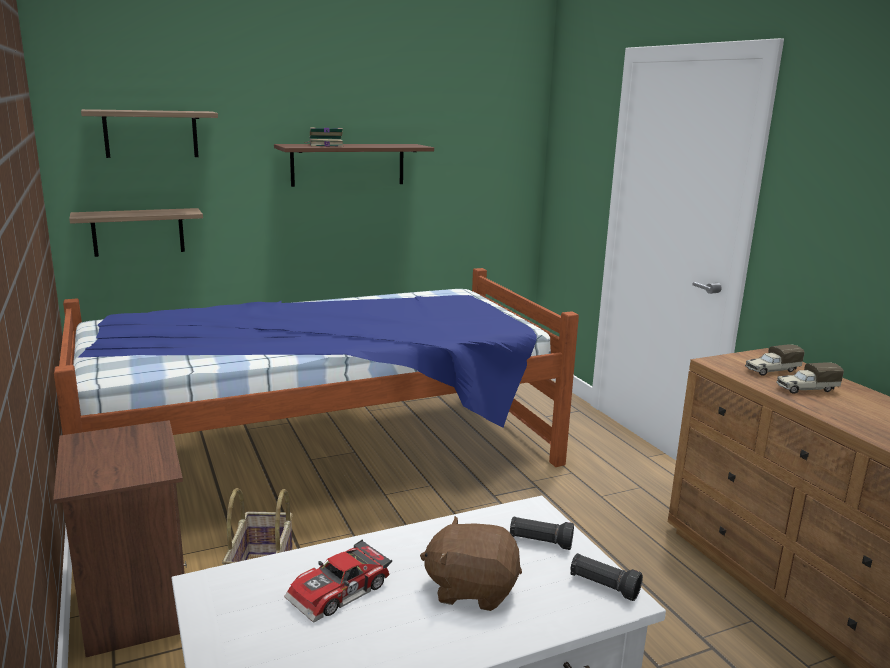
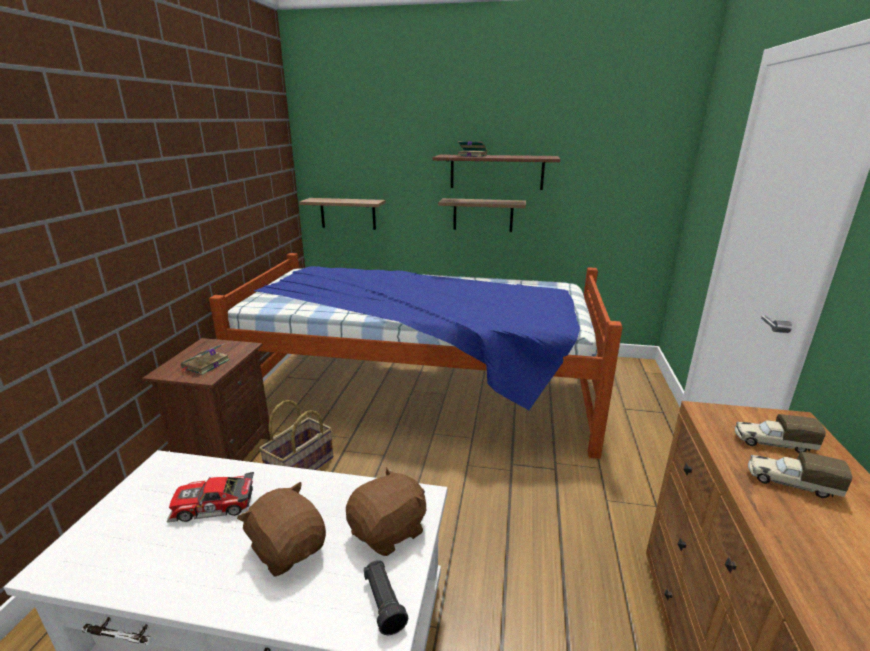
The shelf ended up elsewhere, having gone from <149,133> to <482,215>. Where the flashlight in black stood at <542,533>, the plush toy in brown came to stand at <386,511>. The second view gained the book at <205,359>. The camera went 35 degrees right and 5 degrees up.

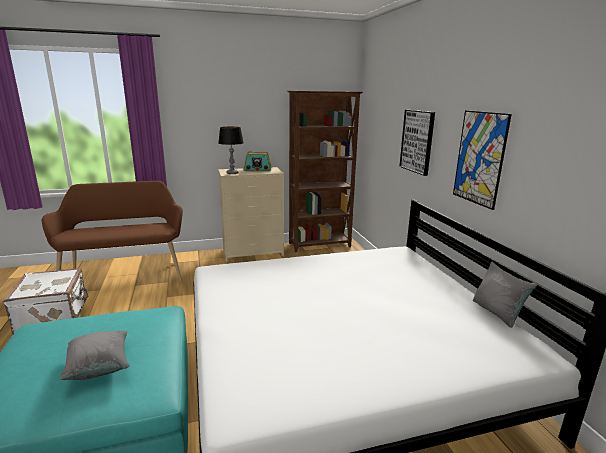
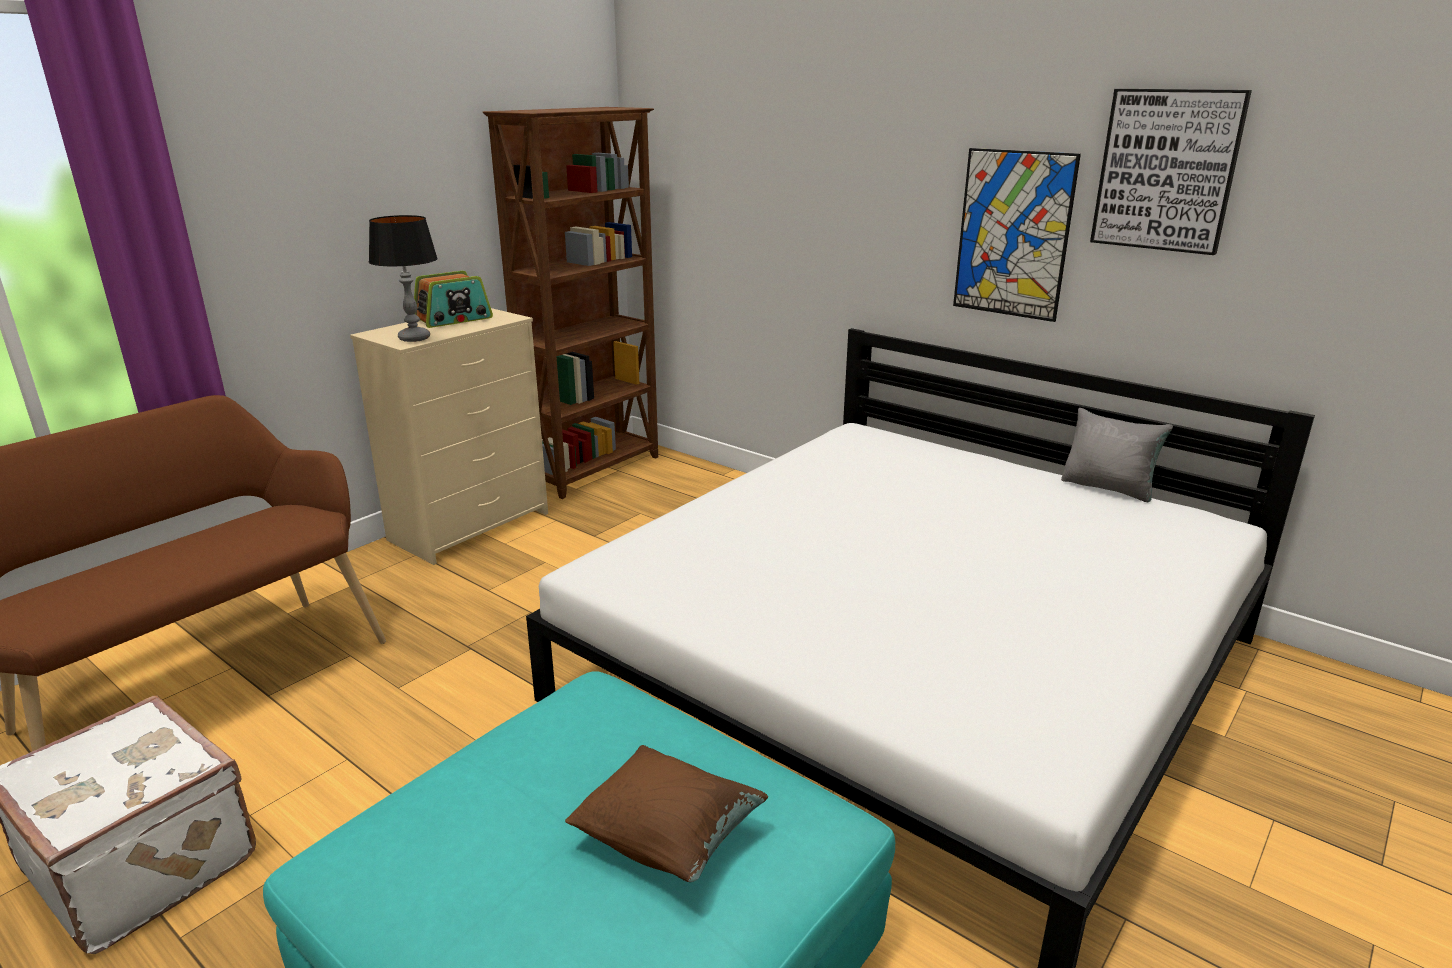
The picture ended up elsewhere, having gone from <417,143> to <1171,172>. What was the pillow in grey at <94,355> turned into the pillow in brown at <666,813>. The camera went 35 degrees left and 5 degrees up.

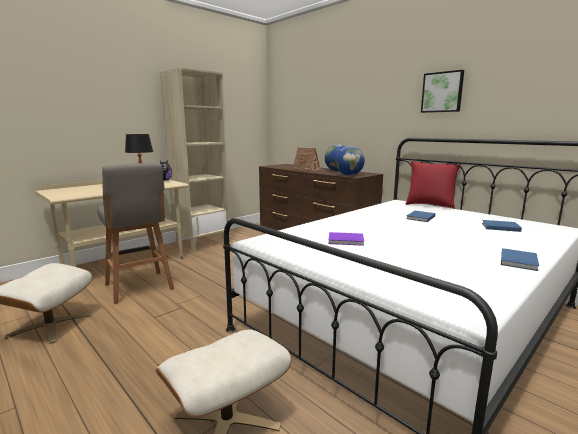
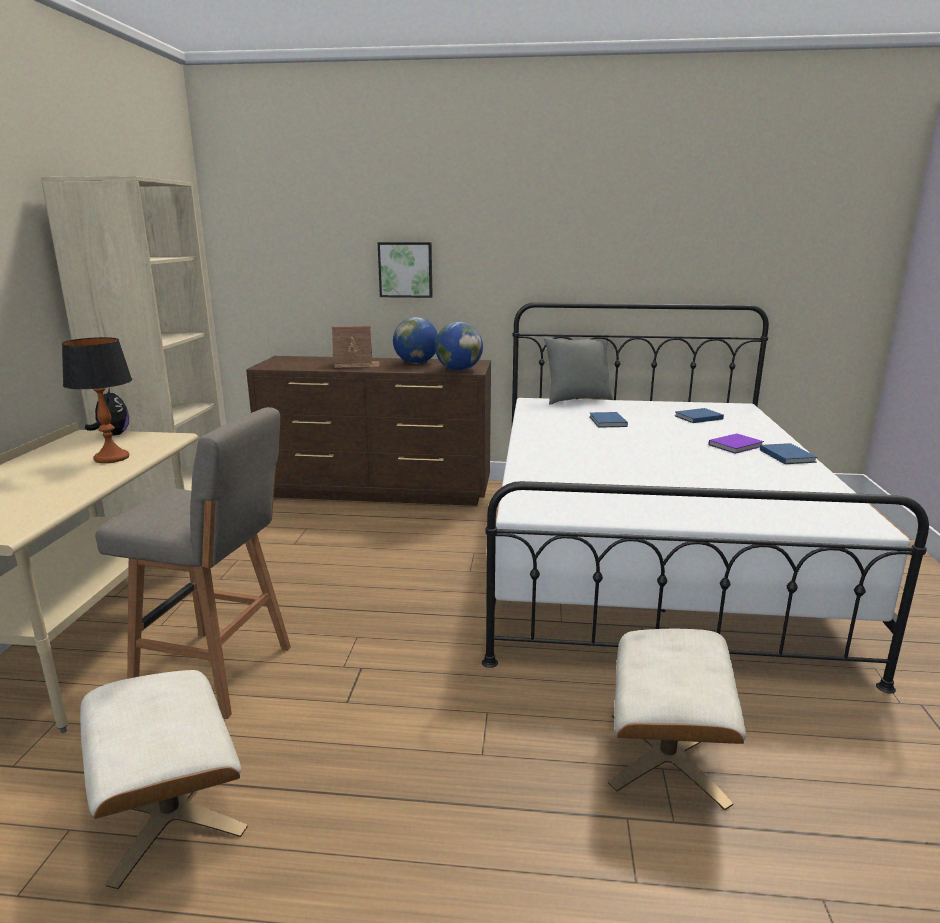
The picture ended up elsewhere, having gone from <442,91> to <405,270>. What was the pillow in red at <433,185> turned into the pillow in grey at <578,370>. The book in purple ended up elsewhere, having gone from <346,239> to <736,443>. The camera went 40 degrees left and 5 degrees up.

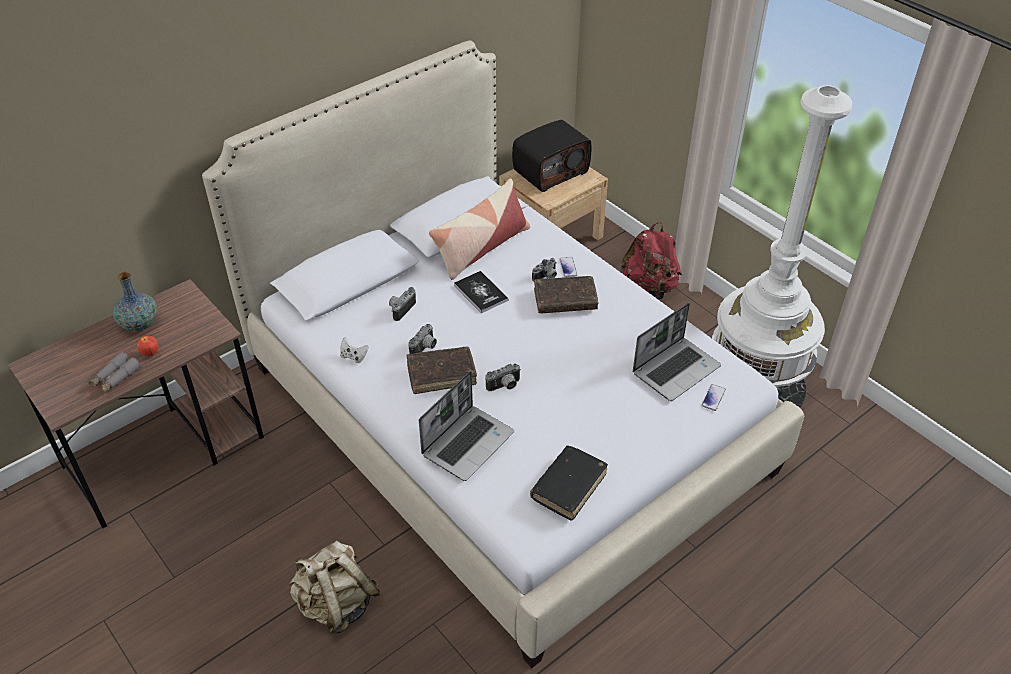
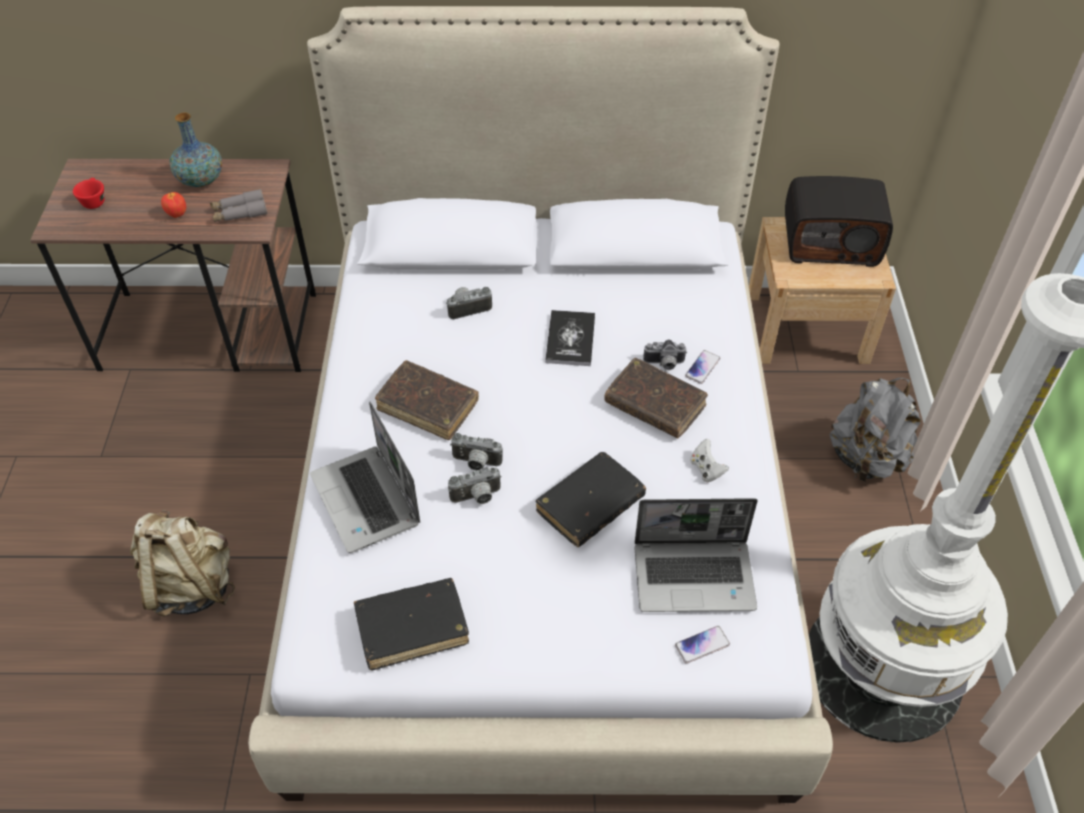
The second view lost the pillow at <479,229>. What was the backpack in red at <650,260> turned into the backpack in grey at <875,430>. The photo camera ended up elsewhere, having gone from <422,339> to <475,485>. The game controller in white ended up elsewhere, having gone from <354,350> to <709,461>. The binoculars in grey ended up elsewhere, having gone from <114,372> to <238,205>. The laptop at <466,426> ended up facing another way, 75 degrees clockwise from before. The second view gained the cup in red at <89,193>. The second view gained the book in black at <591,499>. The camera went 40 degrees right and 5 degrees up.

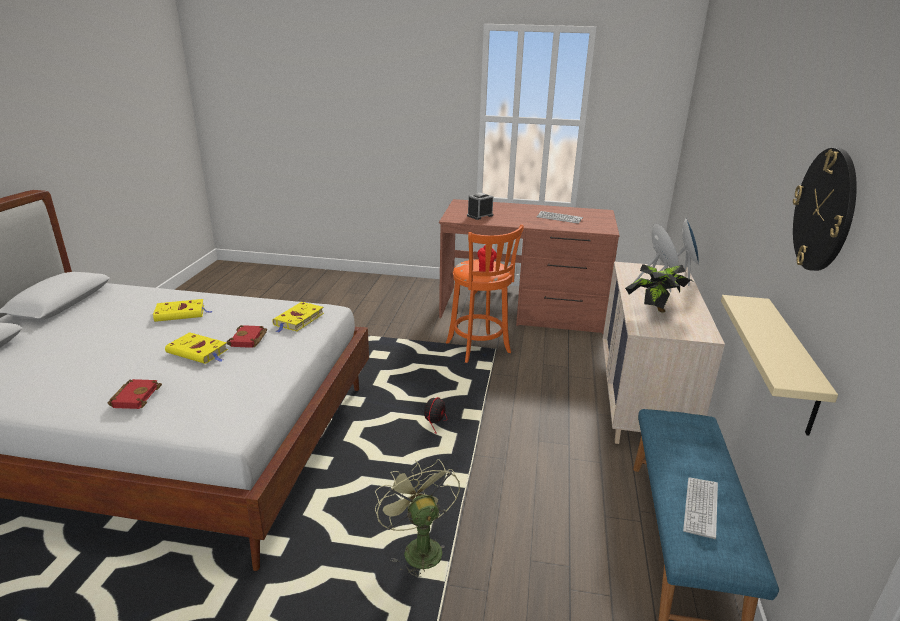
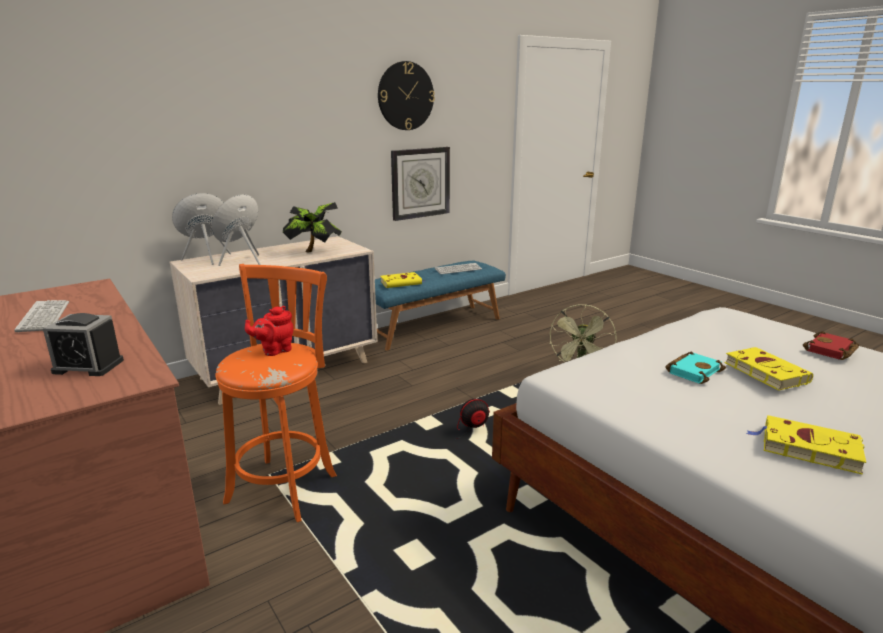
Where the shelf in beige hung at <779,365>, the wall clock came to hang at <420,184>. The book in yellow ended up elsewhere, having gone from <298,317> to <403,280>. What was the book in red at <247,336> turned into the book in turquoise at <695,368>. The camera went 135 degrees left and 5 degrees down.

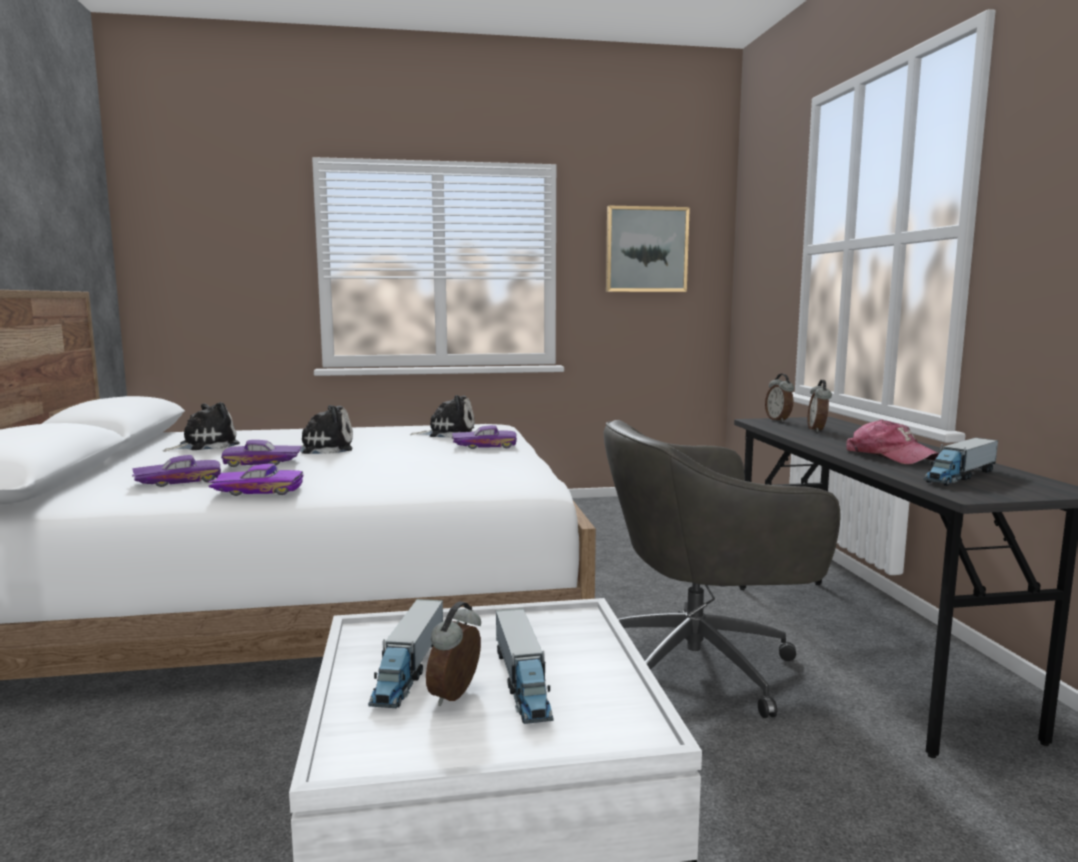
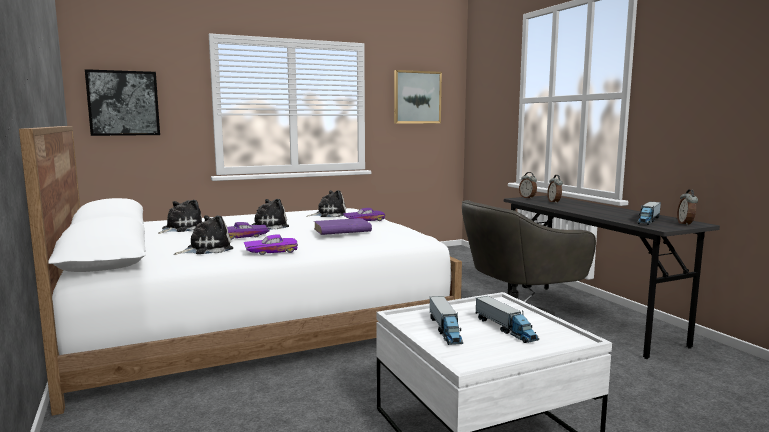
The second view lost the cap at <892,442>. Where the toy car in purple stood at <176,471>, the plush toy came to stand at <203,235>. The alarm clock ended up elsewhere, having gone from <453,653> to <687,207>. The second view gained the picture at <122,102>. The second view gained the book in purple at <343,226>. The camera went 15 degrees left and 0 degrees up.

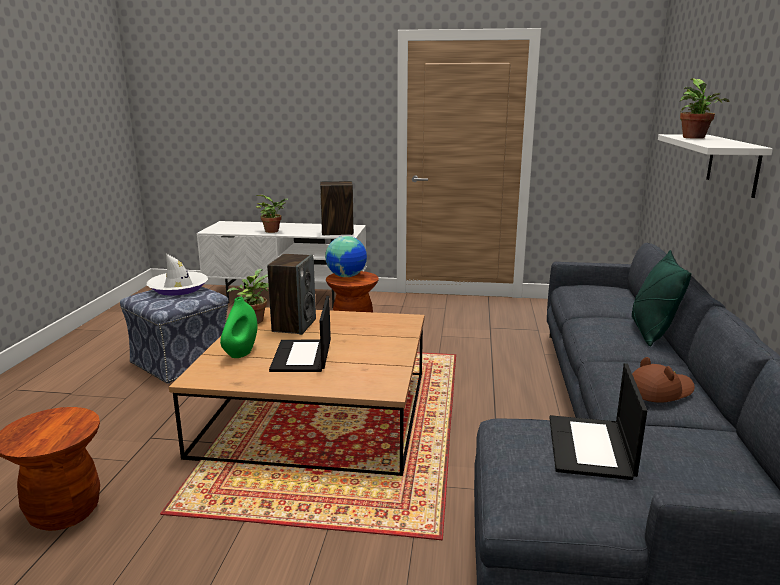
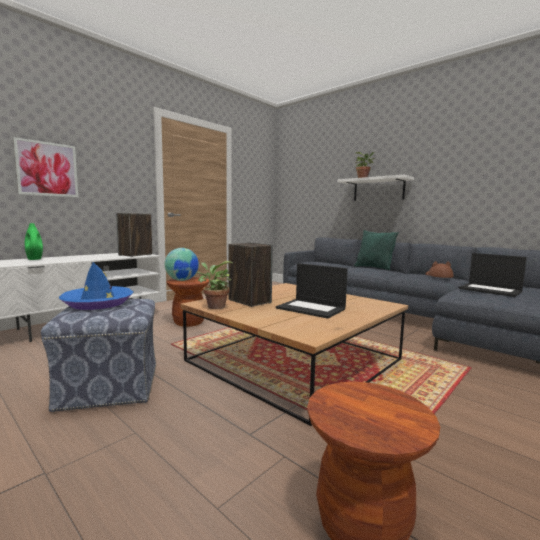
The second view lost the potted plant at <272,214>. What was the hat in white at <177,275> turned into the hat in blue at <96,286>. The vase in green ended up elsewhere, having gone from <238,327> to <34,241>. The second view gained the picture at <45,167>. The camera went 55 degrees left and 10 degrees down.

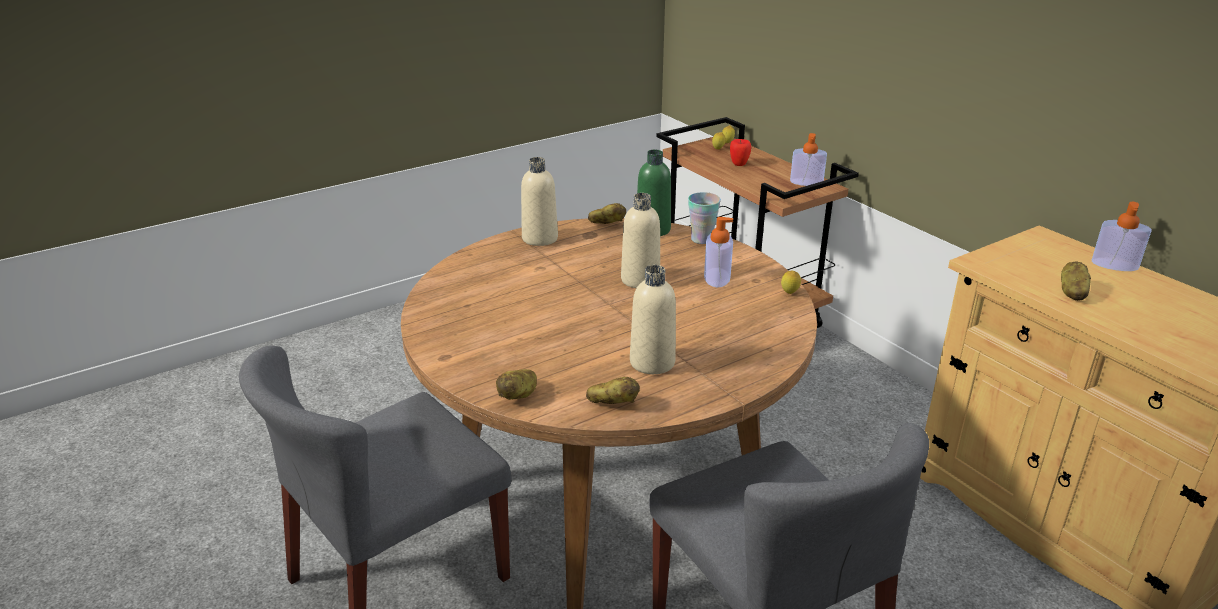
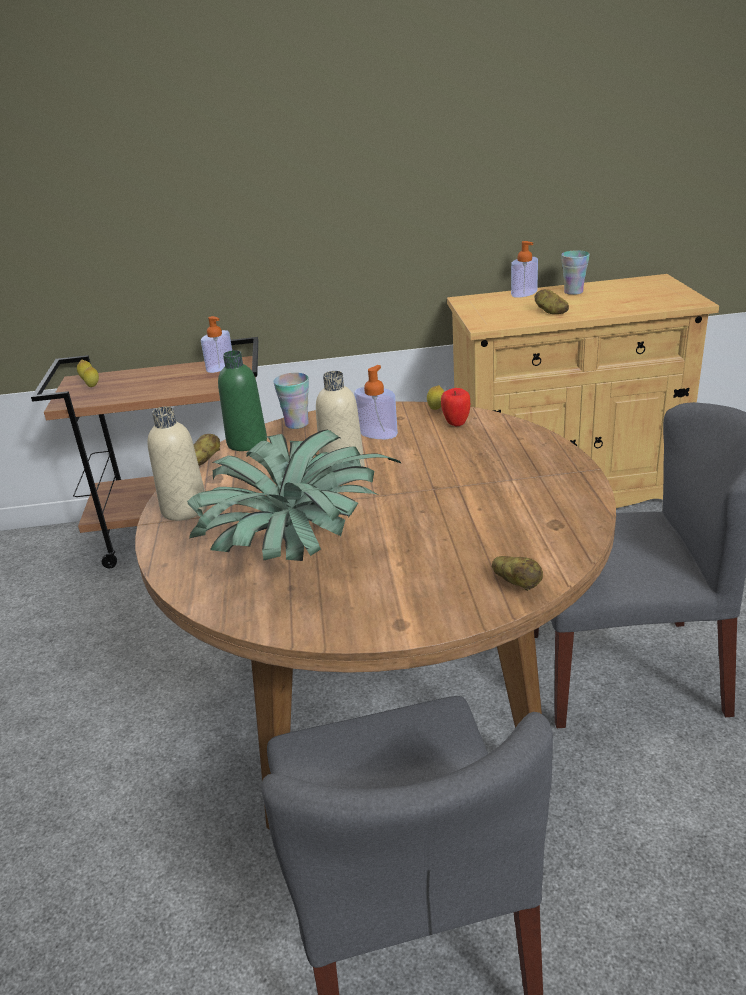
The apple ended up elsewhere, having gone from <740,152> to <455,407>. The second view lost the bottle in beige at <653,319>. The second view lost the potato at <613,390>. The second view gained the cup at <575,272>. The second view gained the potted plant at <294,495>. The camera went 60 degrees left and 0 degrees up.

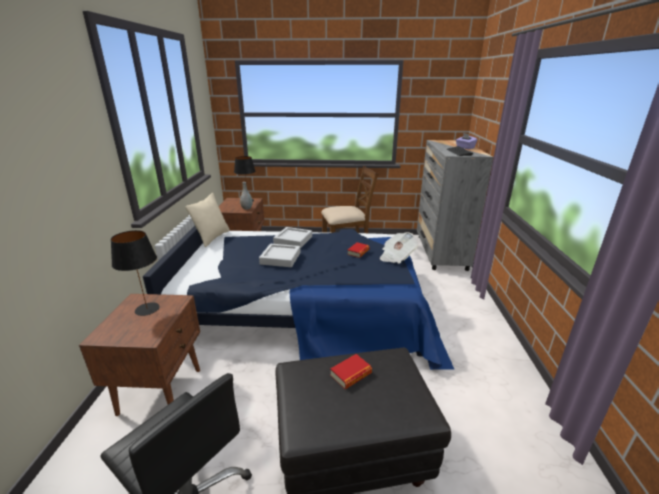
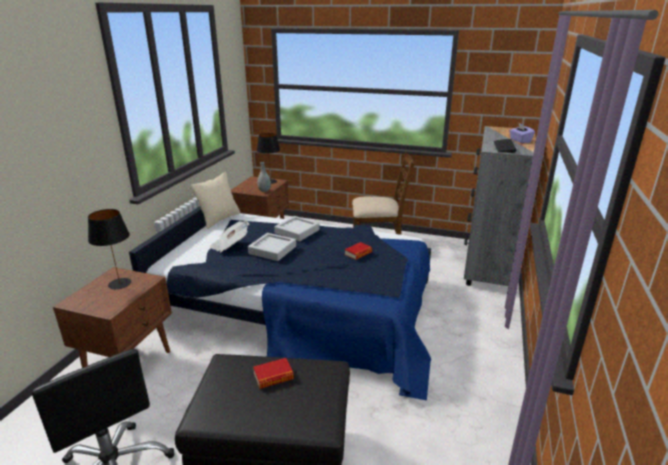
The newspaper ended up elsewhere, having gone from <399,247> to <229,236>. The camera went 15 degrees right and 0 degrees up.

